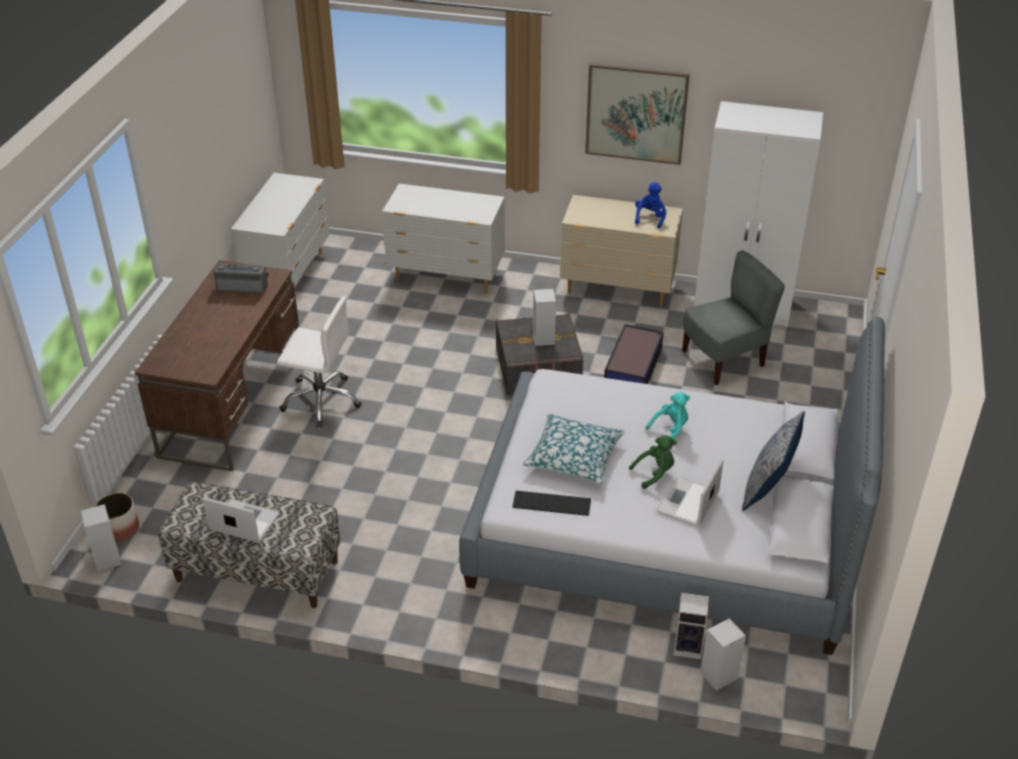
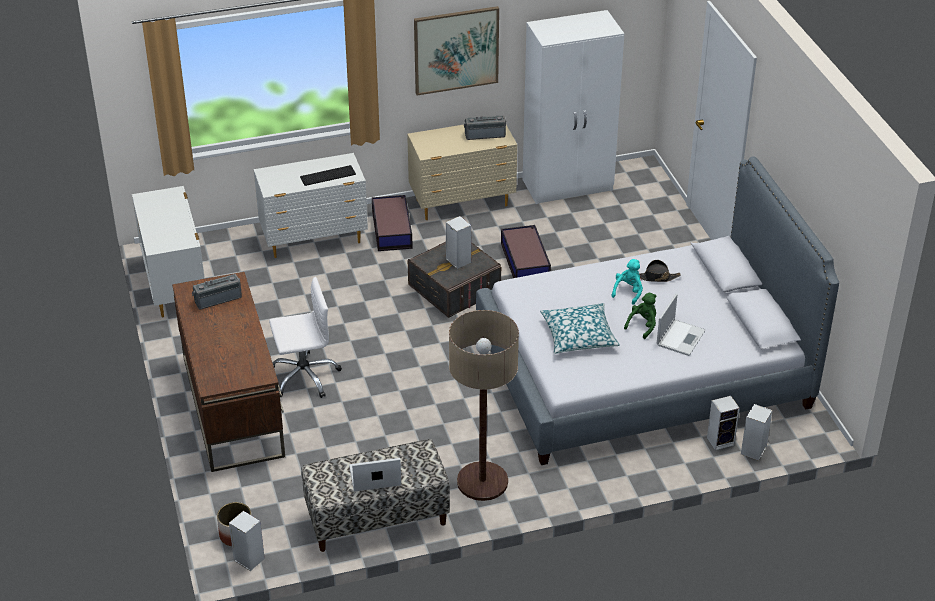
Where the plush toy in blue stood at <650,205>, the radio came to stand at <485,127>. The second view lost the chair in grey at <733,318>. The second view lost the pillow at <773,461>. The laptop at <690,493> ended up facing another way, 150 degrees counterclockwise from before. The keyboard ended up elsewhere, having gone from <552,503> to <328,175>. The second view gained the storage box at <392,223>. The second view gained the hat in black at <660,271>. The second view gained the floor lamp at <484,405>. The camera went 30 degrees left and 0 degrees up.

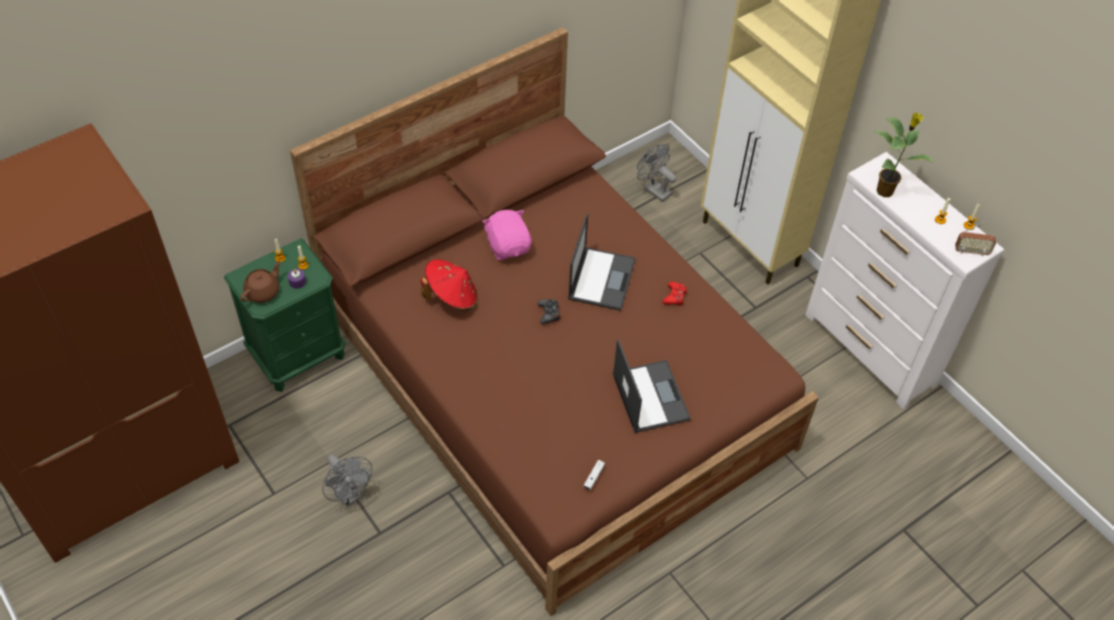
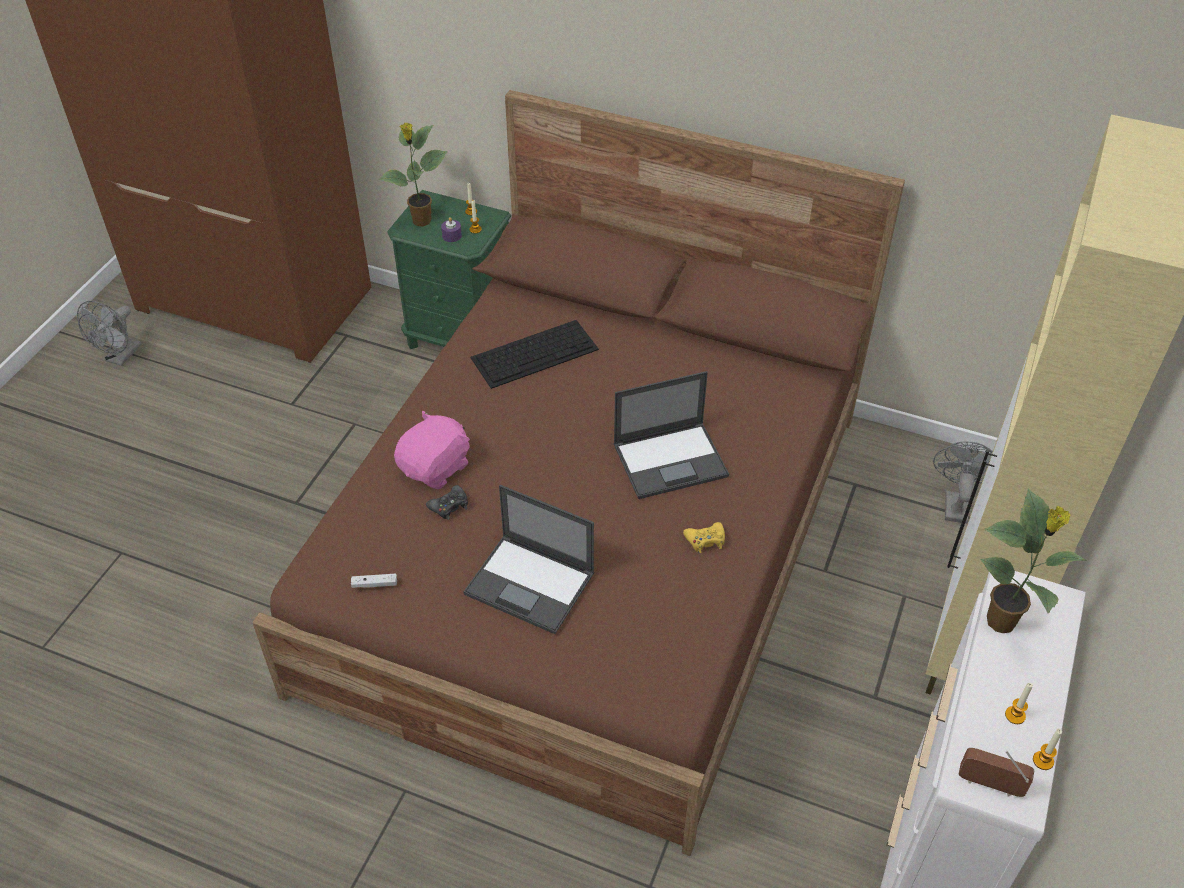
The plush toy in pink ended up elsewhere, having gone from <506,235> to <432,450>. The radio at <975,239> ended up facing another way, 135 degrees clockwise from before. Where the hat in red stood at <449,285>, the keyboard came to stand at <534,354>. Where the teapot in brown stood at <260,281>, the potted plant came to stand at <413,174>. What was the game controller in red at <675,293> turned into the game controller in yellow at <704,537>. The game controller in black ended up elsewhere, having gone from <549,311> to <447,502>. The laptop at <652,386> ended up facing another way, 75 degrees clockwise from before. The fan in grey ended up elsewhere, having gone from <347,480> to <109,333>. The camera went 60 degrees right and 5 degrees down.

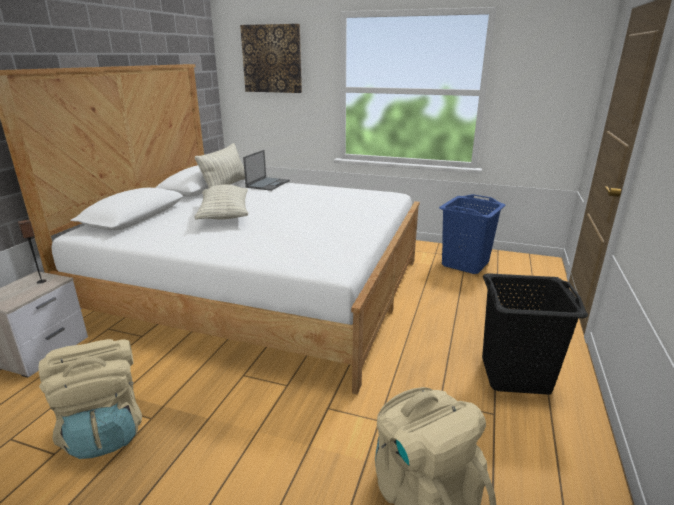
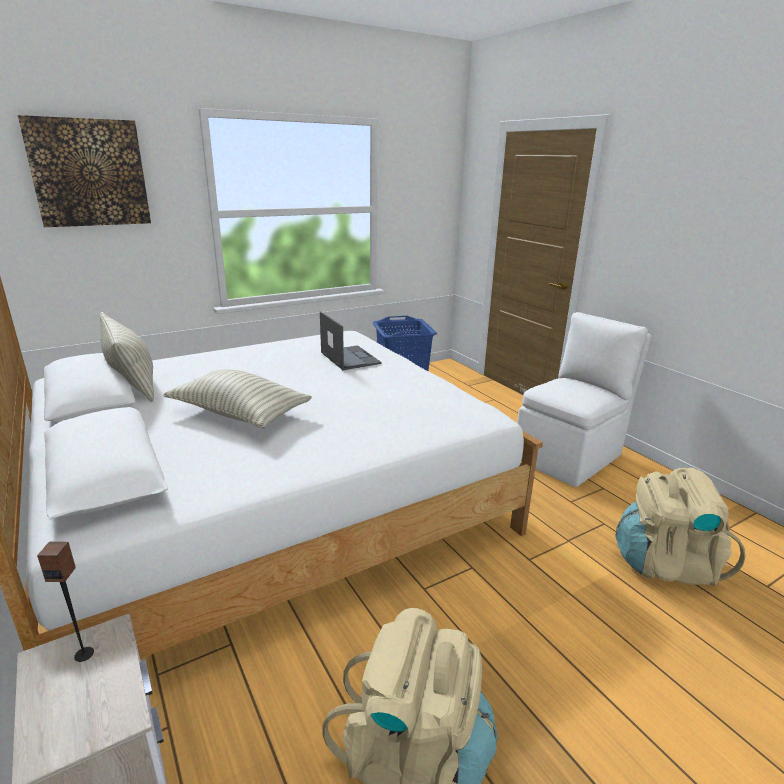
The laptop ended up elsewhere, having gone from <266,170> to <350,340>. Where the laundry basket in black stood at <535,334>, the chair in white came to stand at <584,399>. The camera went 50 degrees left and 0 degrees up.

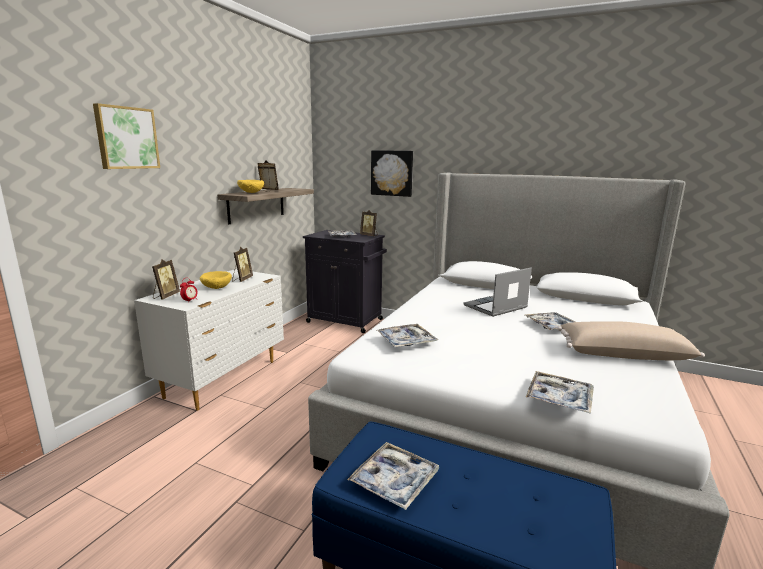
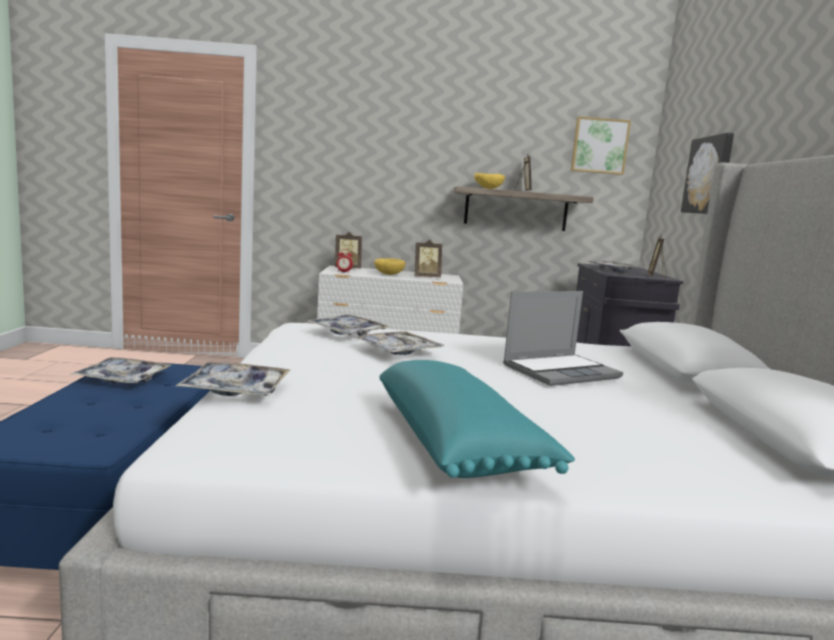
The picture ended up elsewhere, having gone from <126,136> to <601,145>. The laptop at <498,292> ended up facing another way, 120 degrees clockwise from before. The tray ended up elsewhere, having gone from <550,321> to <399,343>. What was the pillow in beige at <631,340> turned into the pillow in turquoise at <477,419>. The camera went 65 degrees right and 5 degrees down.

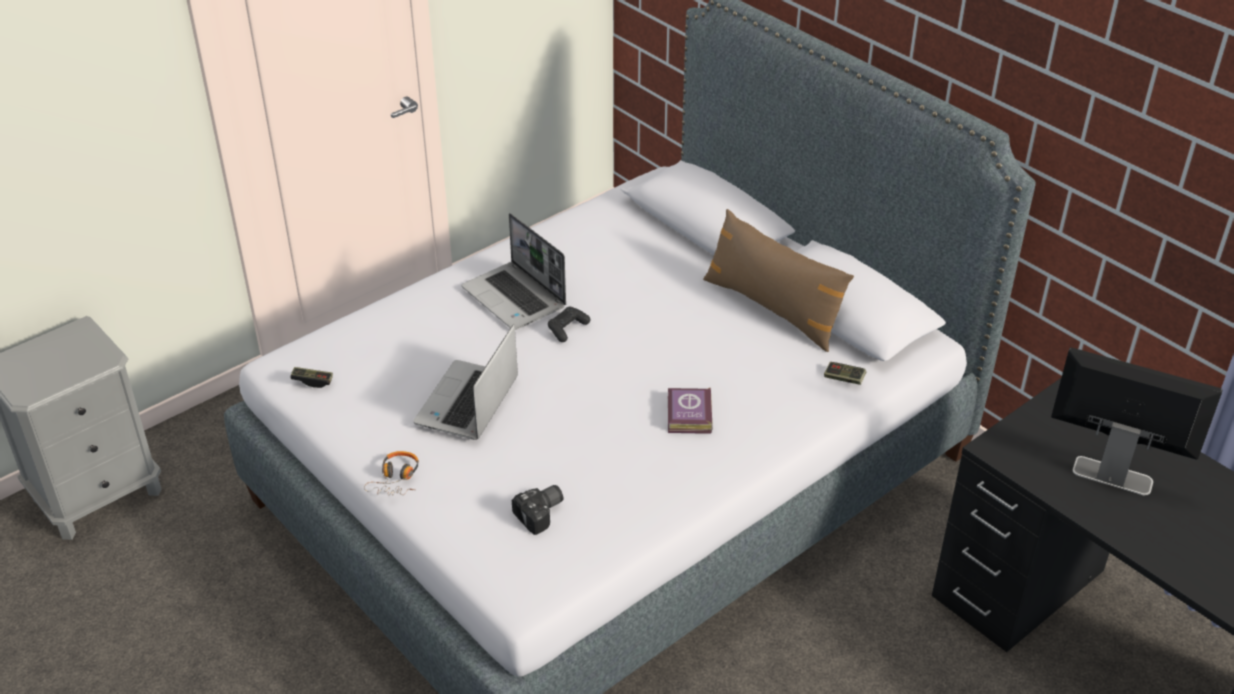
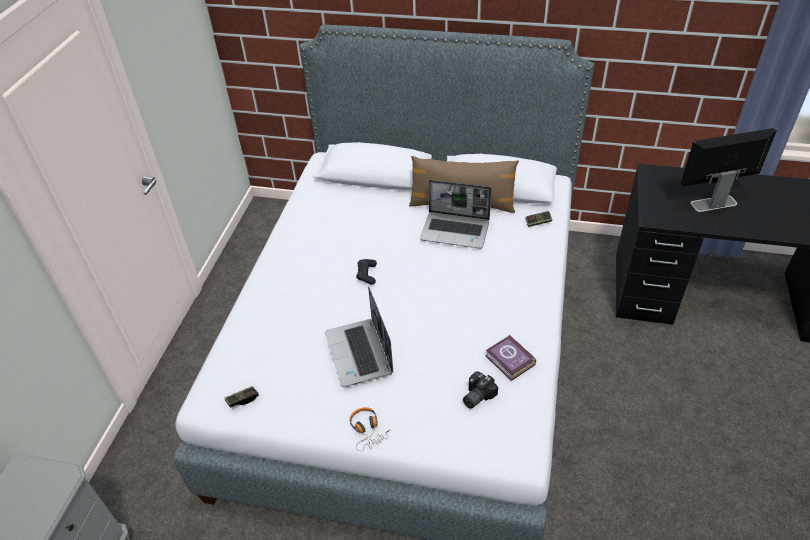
The laptop ended up elsewhere, having gone from <513,271> to <456,214>. The book ended up elsewhere, having gone from <690,411> to <510,358>. The photo camera at <537,510> ended up facing another way, 150 degrees counterclockwise from before. The camera went 35 degrees left and 5 degrees up.

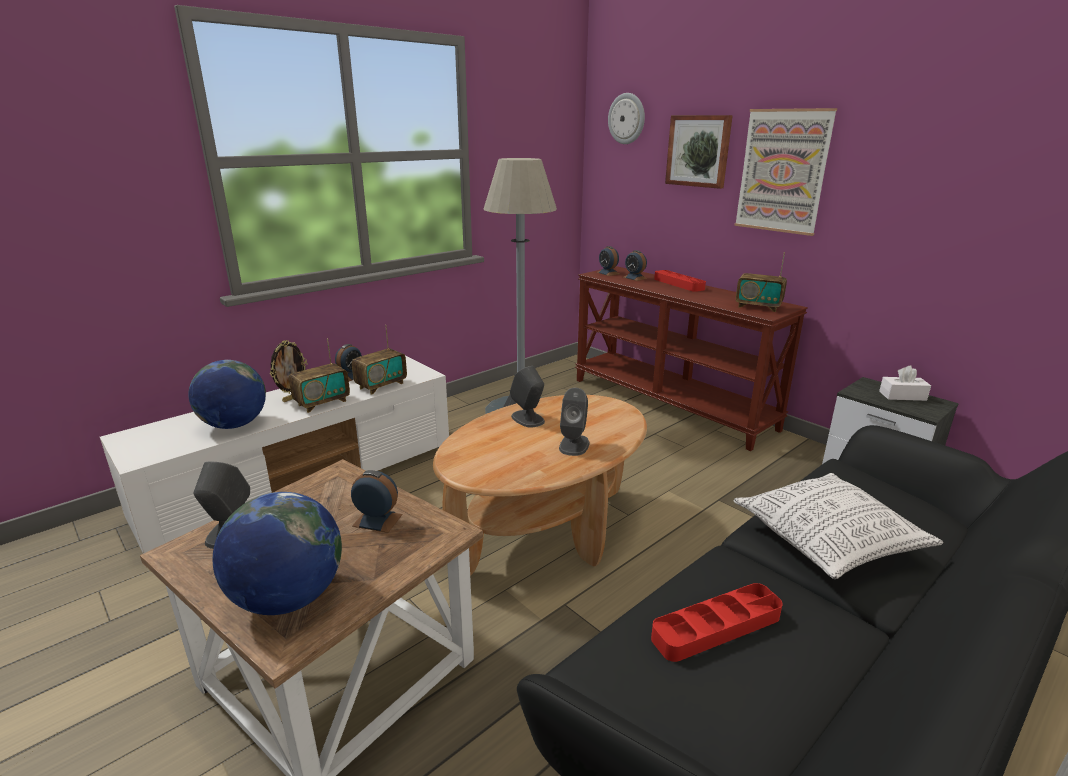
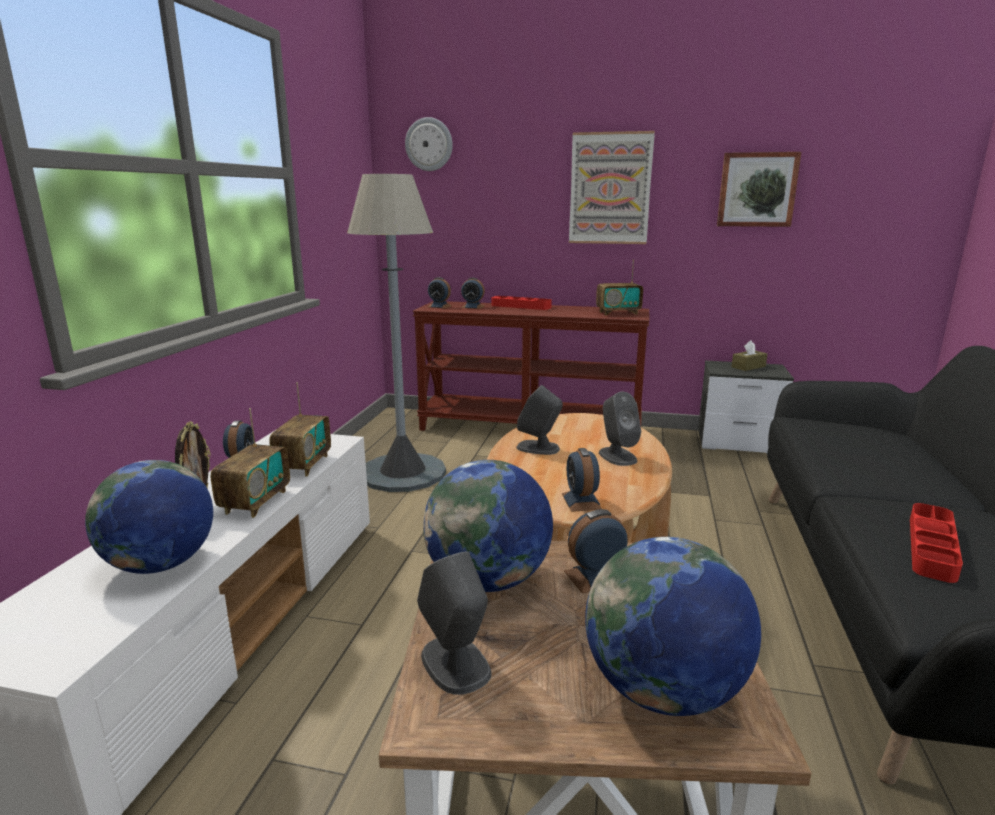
The picture ended up elsewhere, having gone from <699,152> to <759,189>. What was the tissue box in white at <905,383> turned into the tissue box in brown at <749,355>. The second view lost the pillow at <839,526>. The second view gained the alarm clock at <582,480>. The second view gained the globe at <488,526>. The camera went 35 degrees left and 5 degrees down.

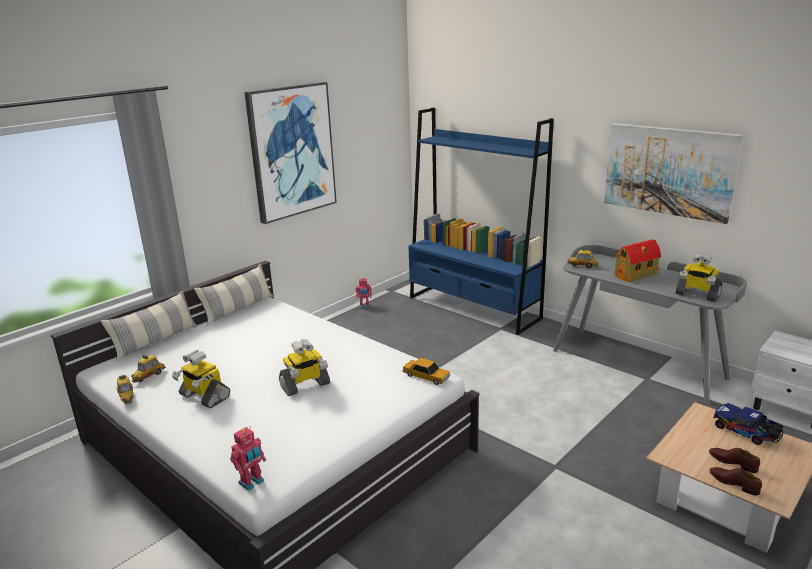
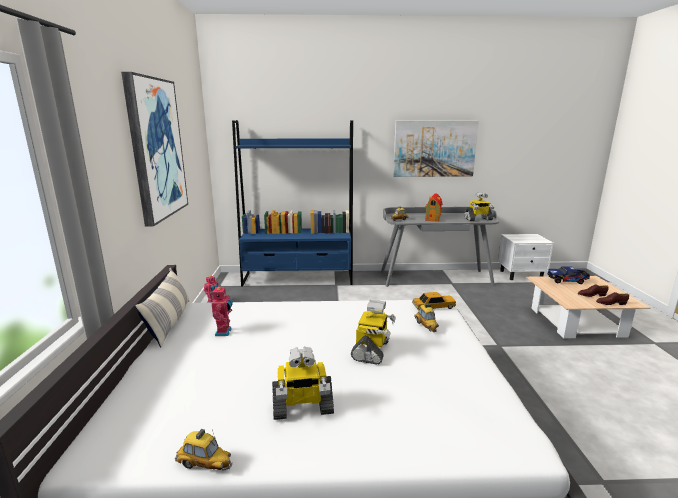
The second view lost the pillow at <149,326>. The toy car ended up elsewhere, having gone from <148,369> to <427,318>. The toy robot ended up elsewhere, having gone from <248,459> to <222,310>. The camera went 45 degrees left and 5 degrees down.

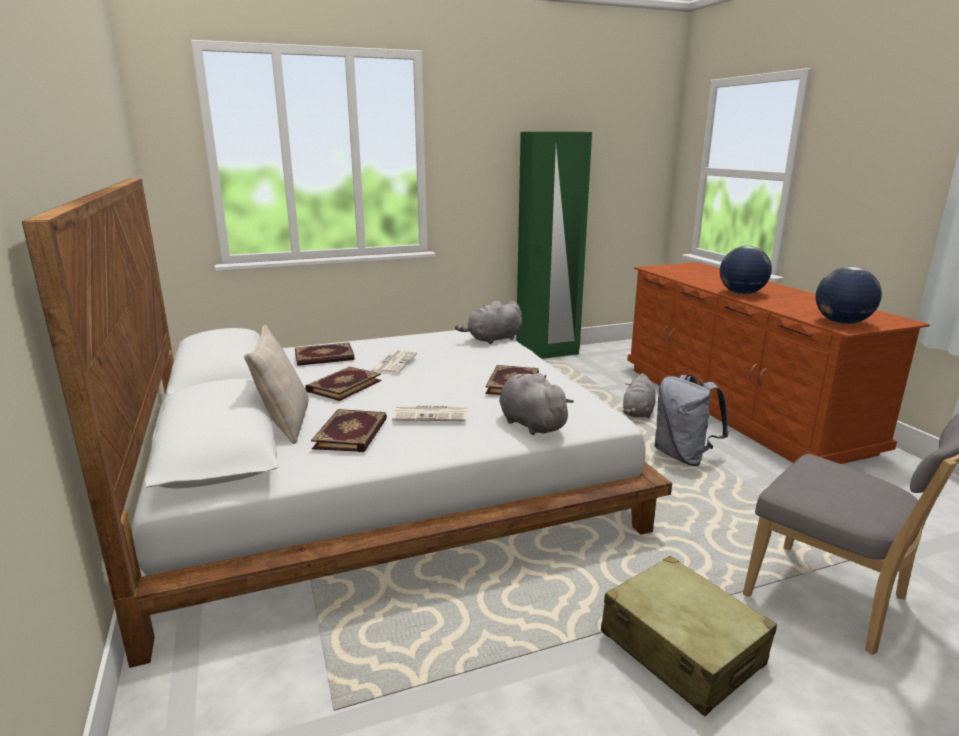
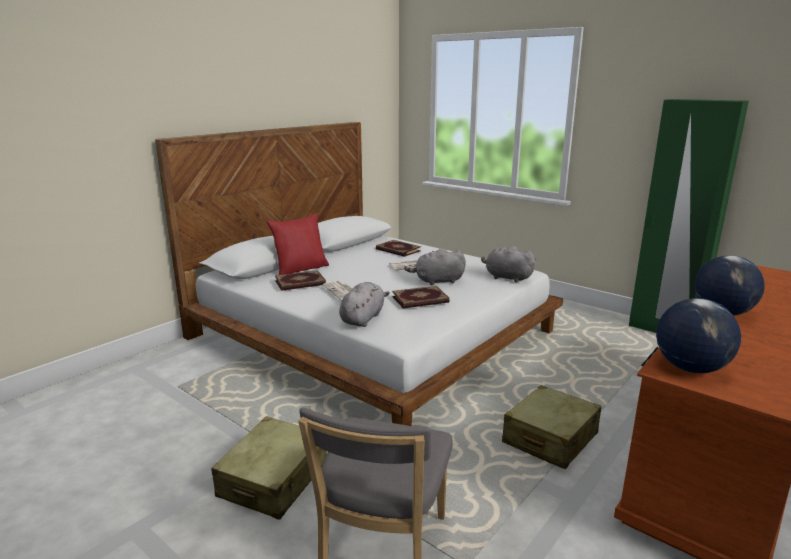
What was the pillow in beige at <276,384> turned into the pillow in red at <298,244>. The second view lost the book at <343,383>. The plush toy in grey ended up elsewhere, having gone from <639,395> to <435,267>. Where the backpack in grey stood at <691,420>, the suitcase in beige came to stand at <551,427>. The camera went 60 degrees right and 0 degrees up.

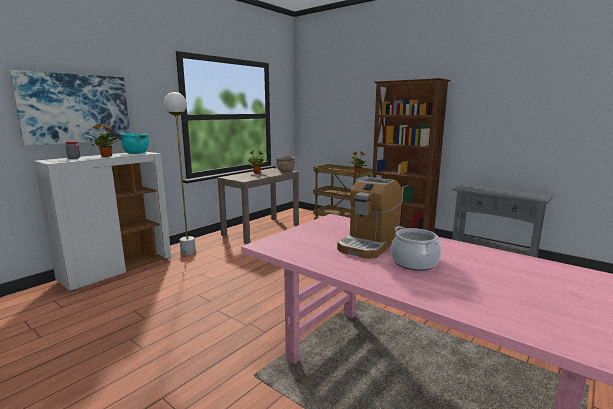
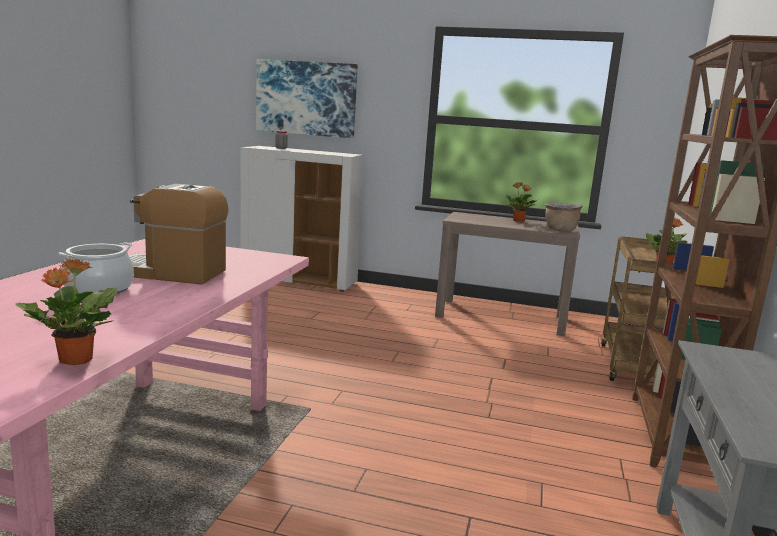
The second view lost the floor lamp in white at <180,173>. The potted plant ended up elsewhere, having gone from <103,140> to <66,312>. The second view lost the cooking pot in turquoise at <134,143>. The camera went 65 degrees right and 0 degrees up.

